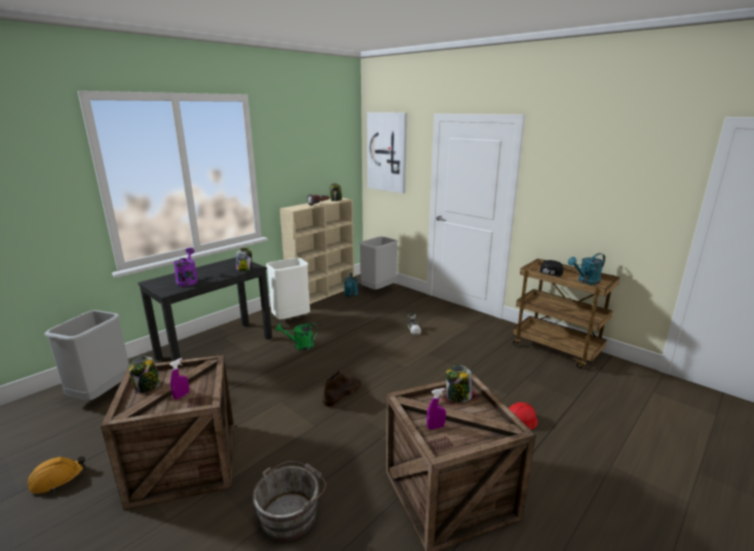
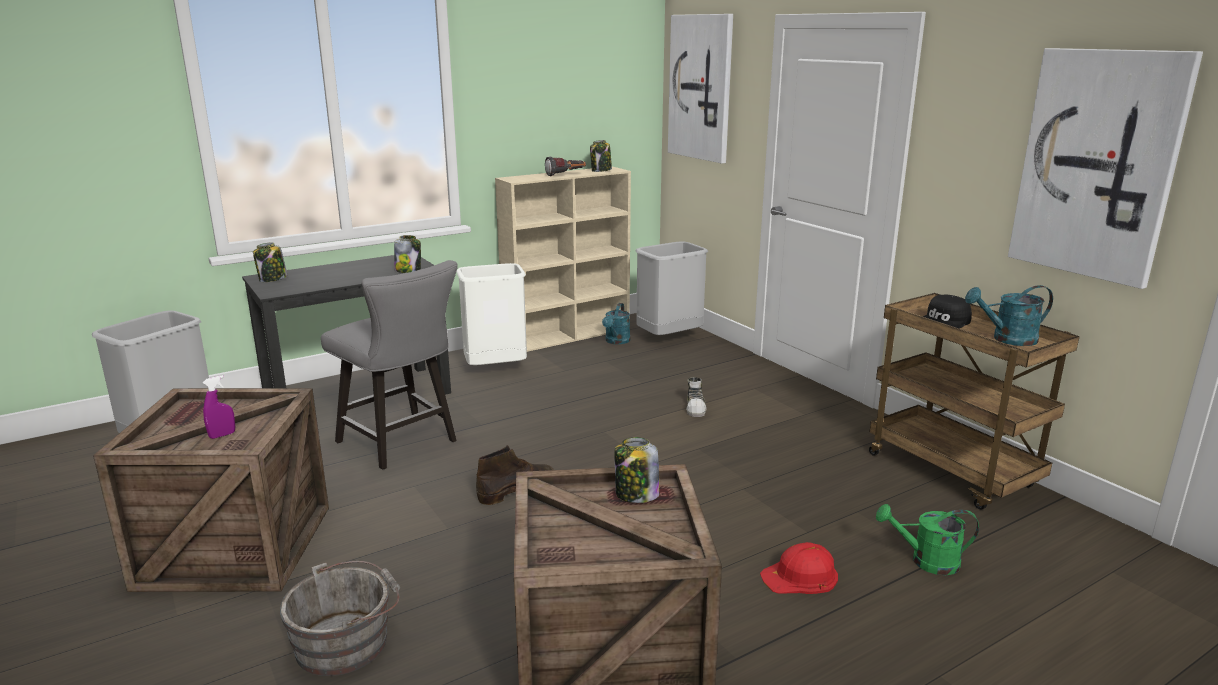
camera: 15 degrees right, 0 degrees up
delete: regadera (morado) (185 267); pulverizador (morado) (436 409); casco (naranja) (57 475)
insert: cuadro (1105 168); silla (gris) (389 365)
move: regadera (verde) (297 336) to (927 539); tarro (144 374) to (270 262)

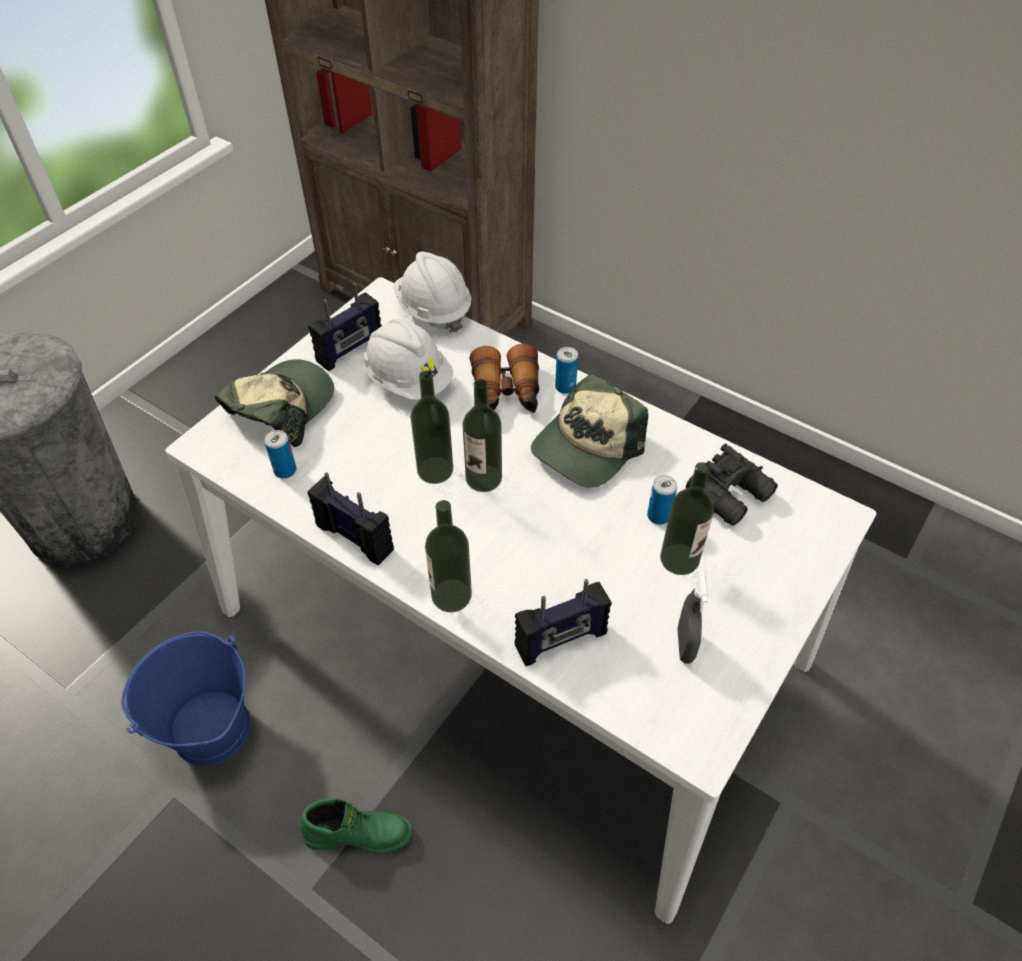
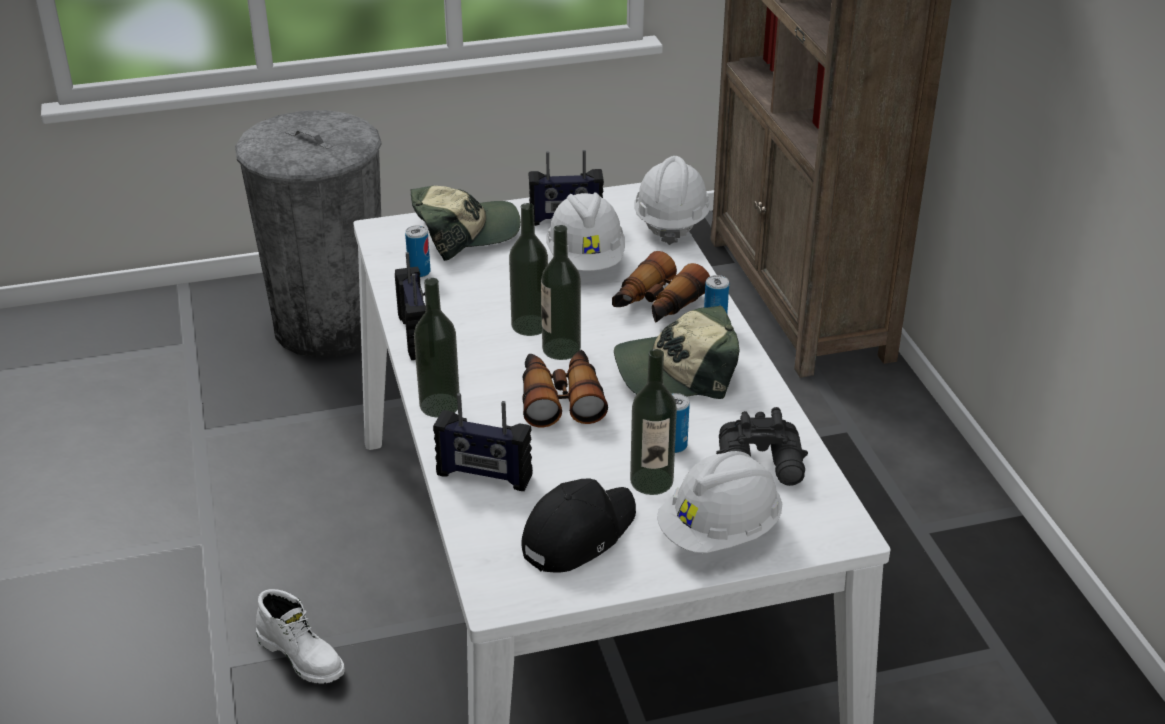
camera: 40 degrees right, 15 degrees down
delete: cubo (azul) (185 698)
insert: prismáticos (565 389); casco (blanco) (719 502)
replace: pulverizador (gris) (693 618) to gorra (negro) (578 525)
recolor: bota (verde) (356 826) to bota (blanco) (300 636)

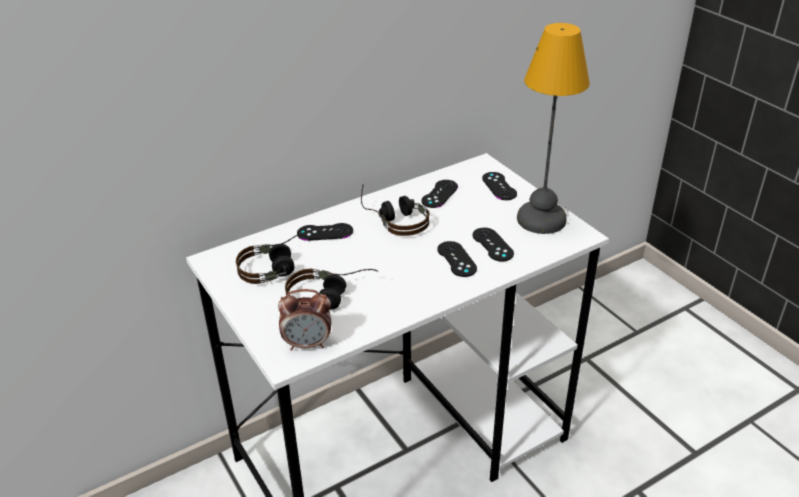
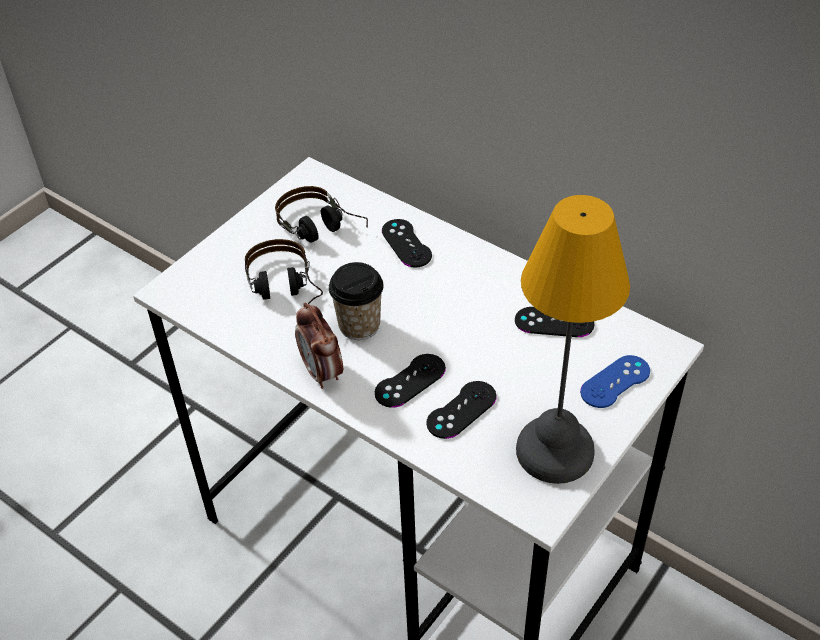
camera: 70 degrees right, 10 degrees up
delete: auriculares (395 210)
insert: taza (356 301)
move: despertador (304 320) to (319 346)
recolor: mando de consola (negro) (499 186) to mando de consola (azul) (615 381)

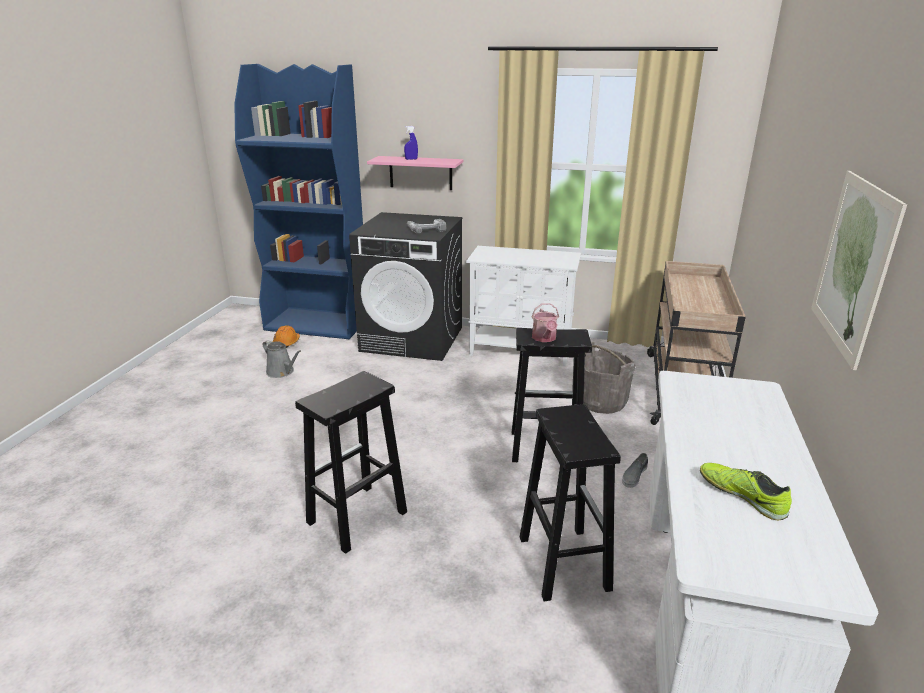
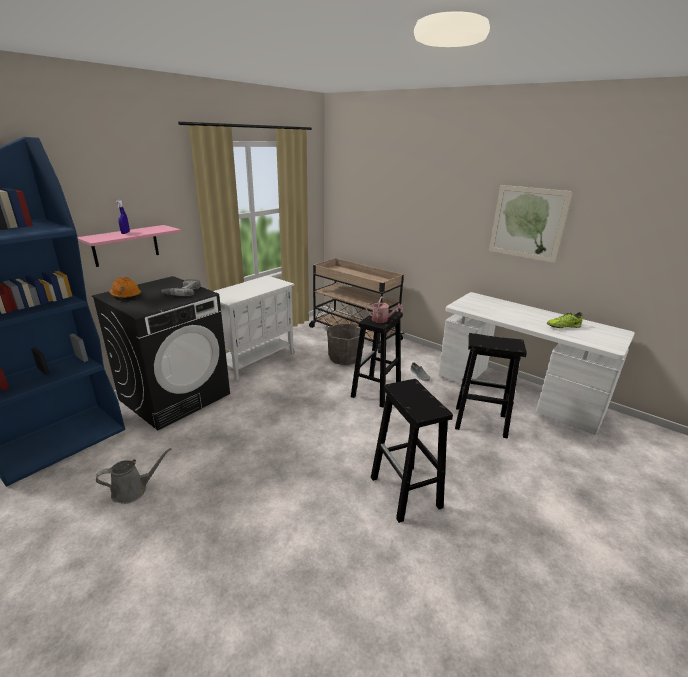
camera: 65 degrees left, 0 degrees up
move: casco (naranja) (286 336) to (125 288)

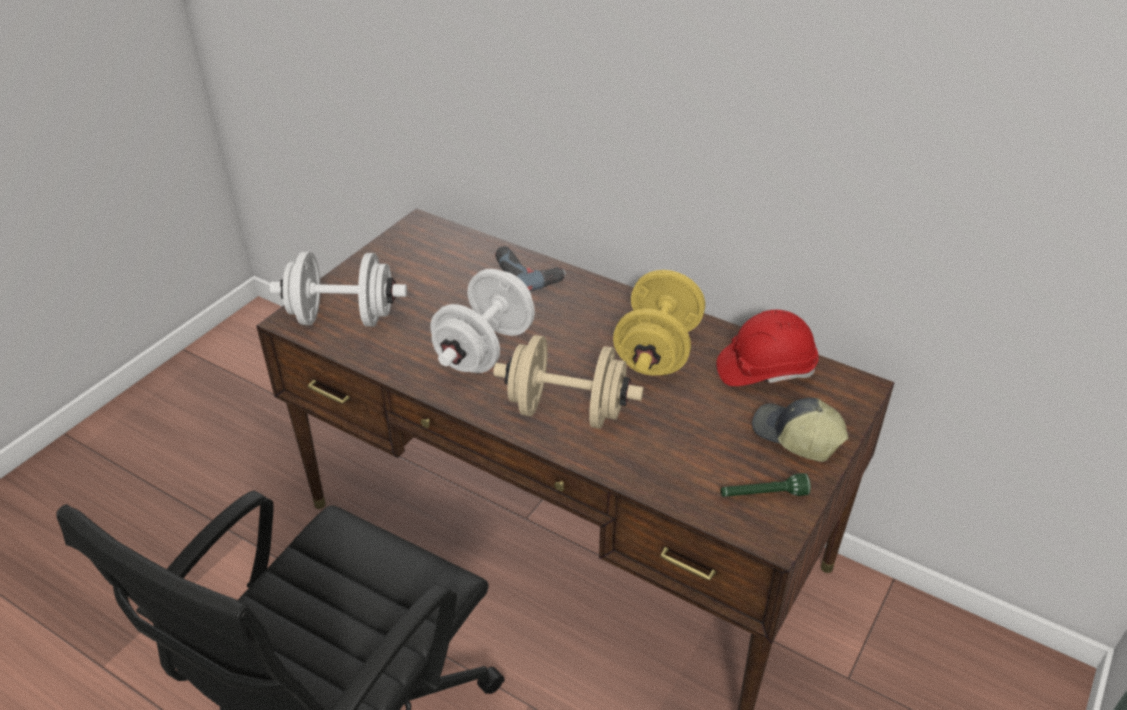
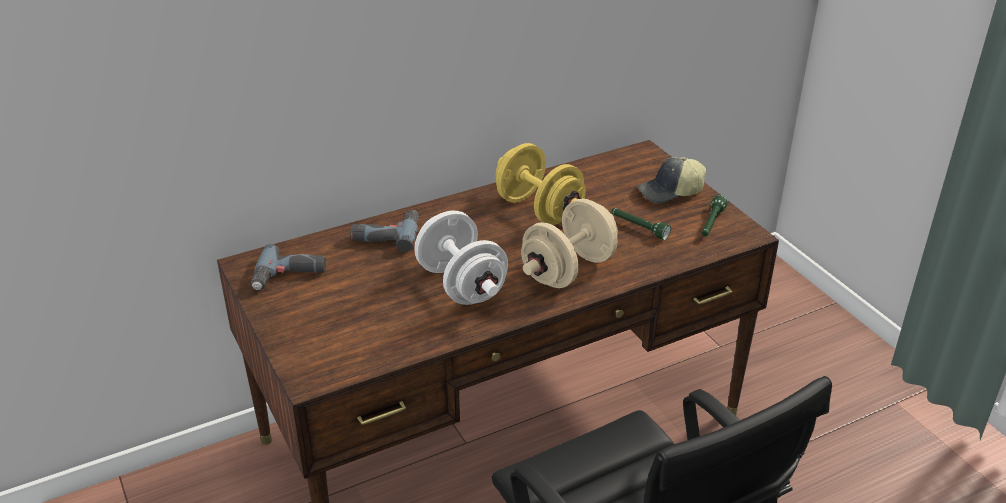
camera: 60 degrees left, 5 degrees down
delete: mancuerna (blanco) (338 289); casco (rojo) (767 348)
insert: linterna (verde) (641 224); taladro (288 267)

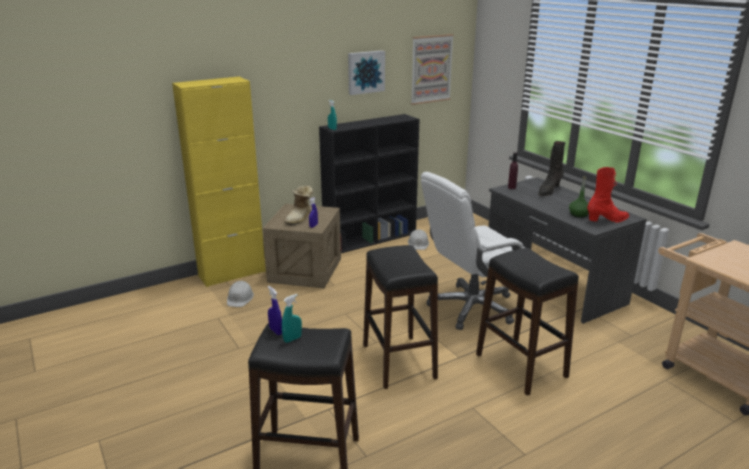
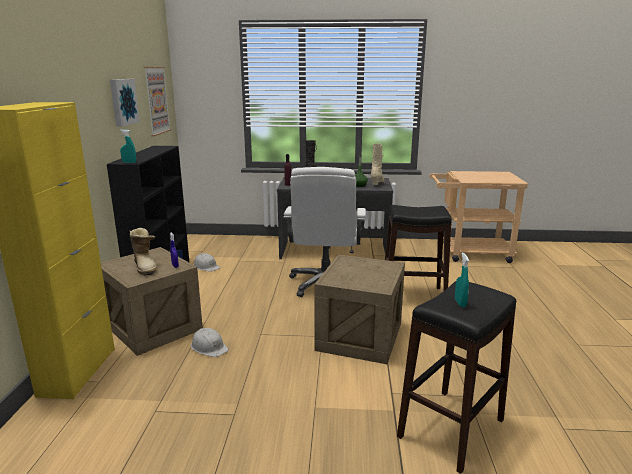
camera: 55 degrees left, 5 degrees down
delete: pulverizador (azul) (275 310)
move: casco (blanco) (240 294) to (210 342)
replace: taburete (negro) (400 317) to caja de embalaje (359 309)
recolor: bota (rojo) (608 195) to bota (beis) (377 164)

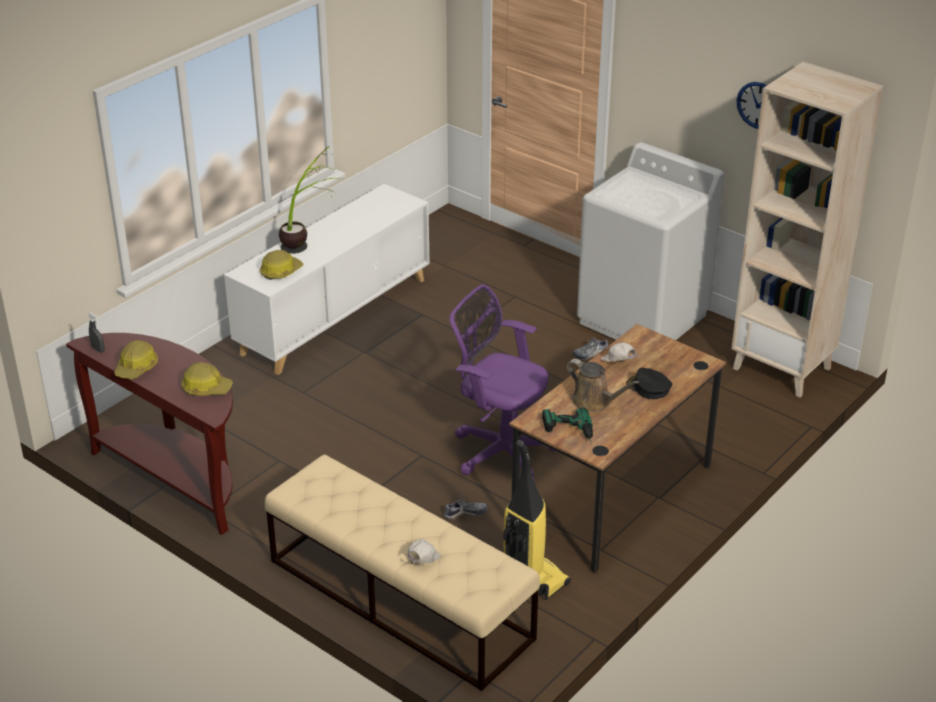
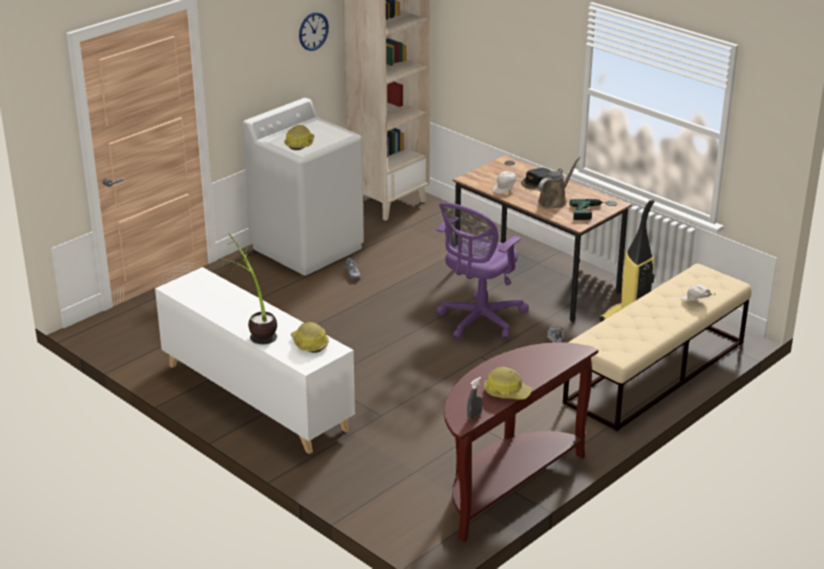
camera: 85 degrees left, 5 degrees down
move: casco (207 379) to (299 137)

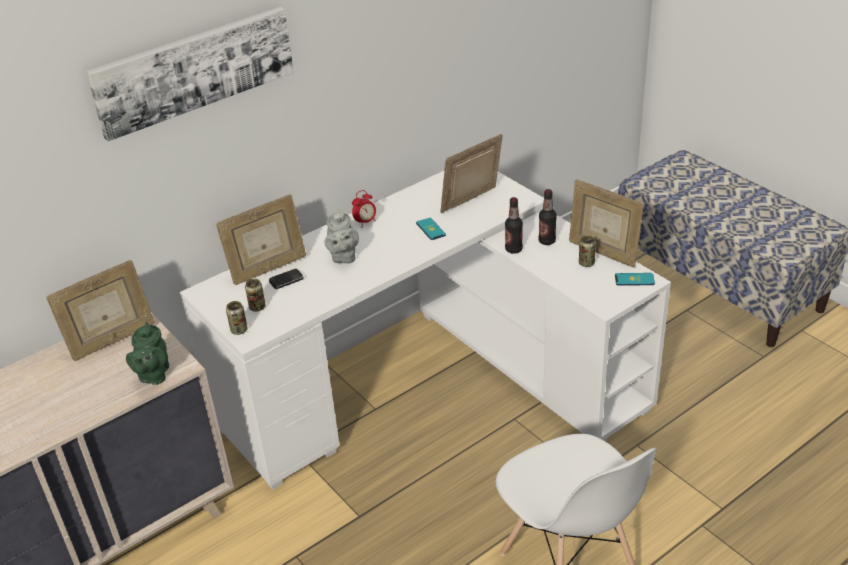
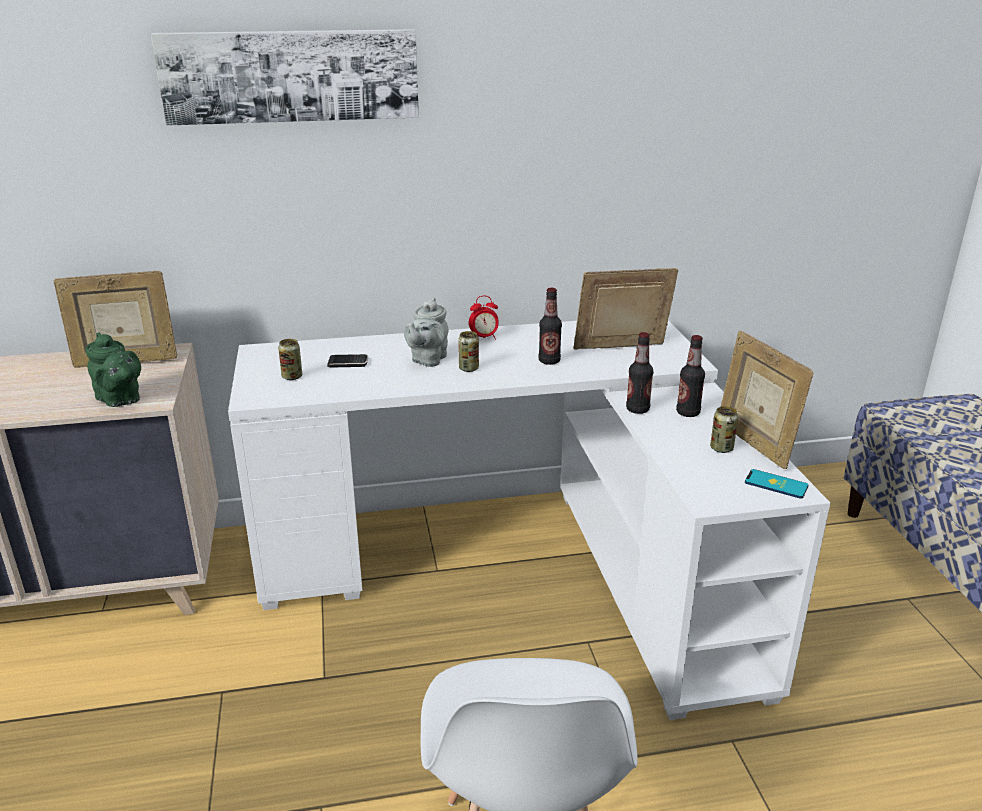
camera: 25 degrees right, 10 degrees down
delete: portarretratos (261 239)
move: lata (237 318) to (468 351)
replace: móvil (431 229) to botella (550 326)
rotate: tetera (verde) (147 353) = (113 369) 75 degrees counterclockwise

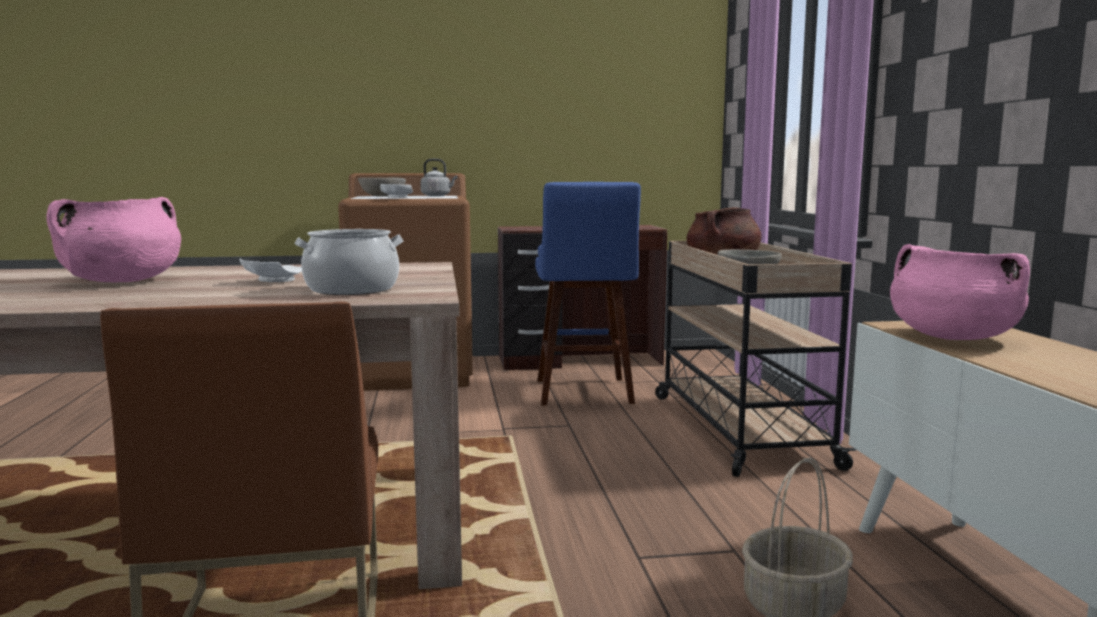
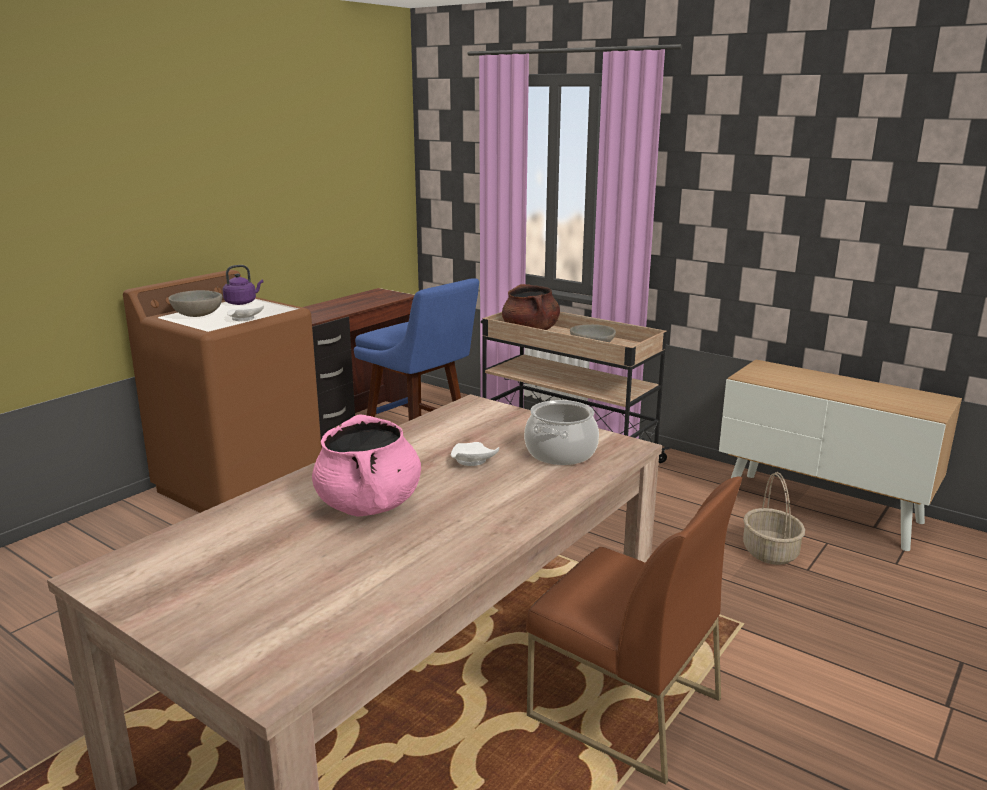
camera: 45 degrees left, 10 degrees up
delete: olla (rosa) (960 292)
recolor: hervidor (gris) (438 177) to hervidor (morado) (243 285)

